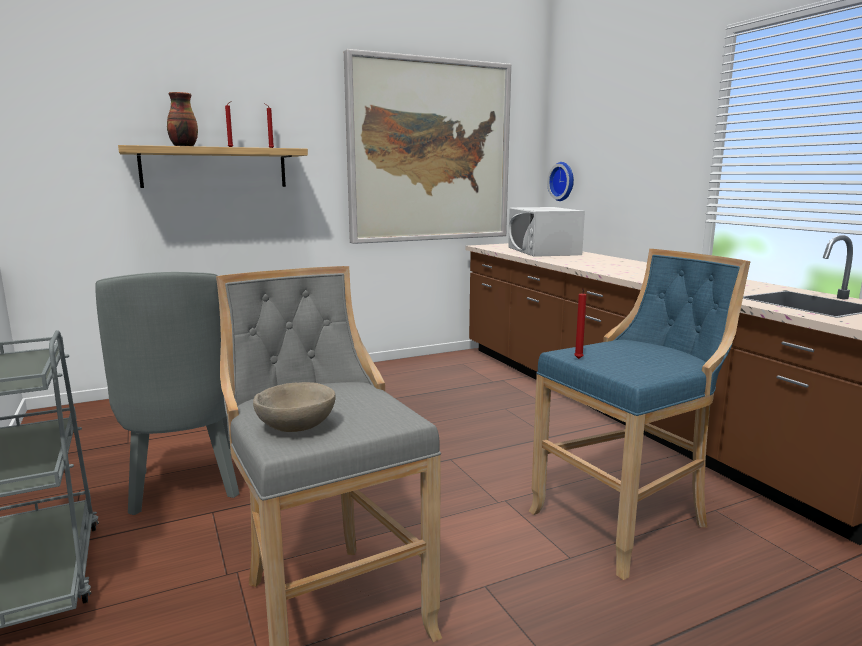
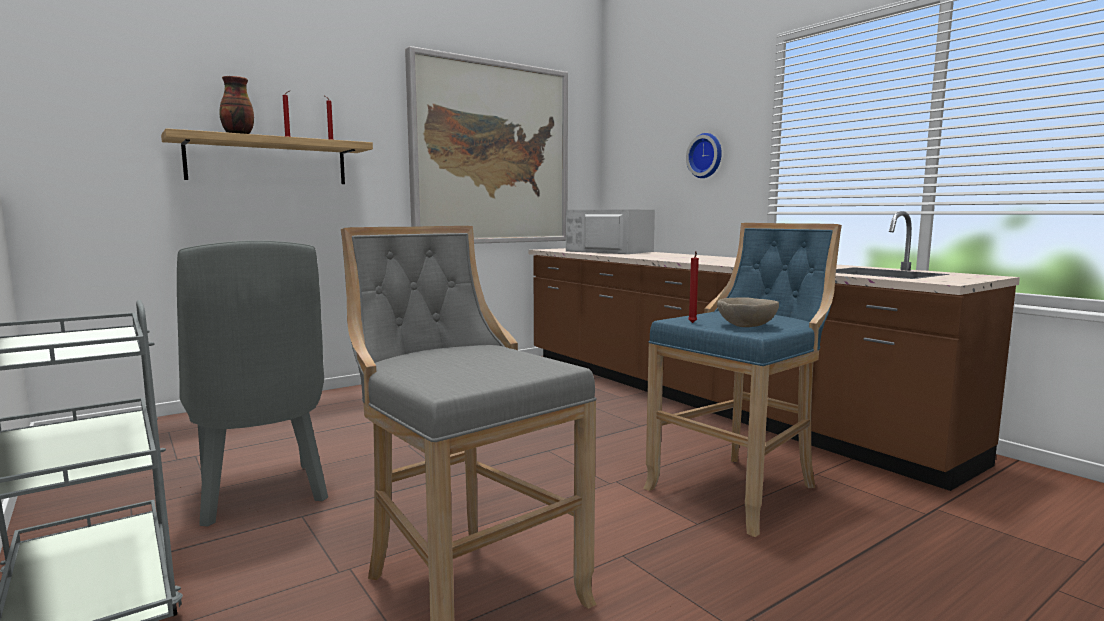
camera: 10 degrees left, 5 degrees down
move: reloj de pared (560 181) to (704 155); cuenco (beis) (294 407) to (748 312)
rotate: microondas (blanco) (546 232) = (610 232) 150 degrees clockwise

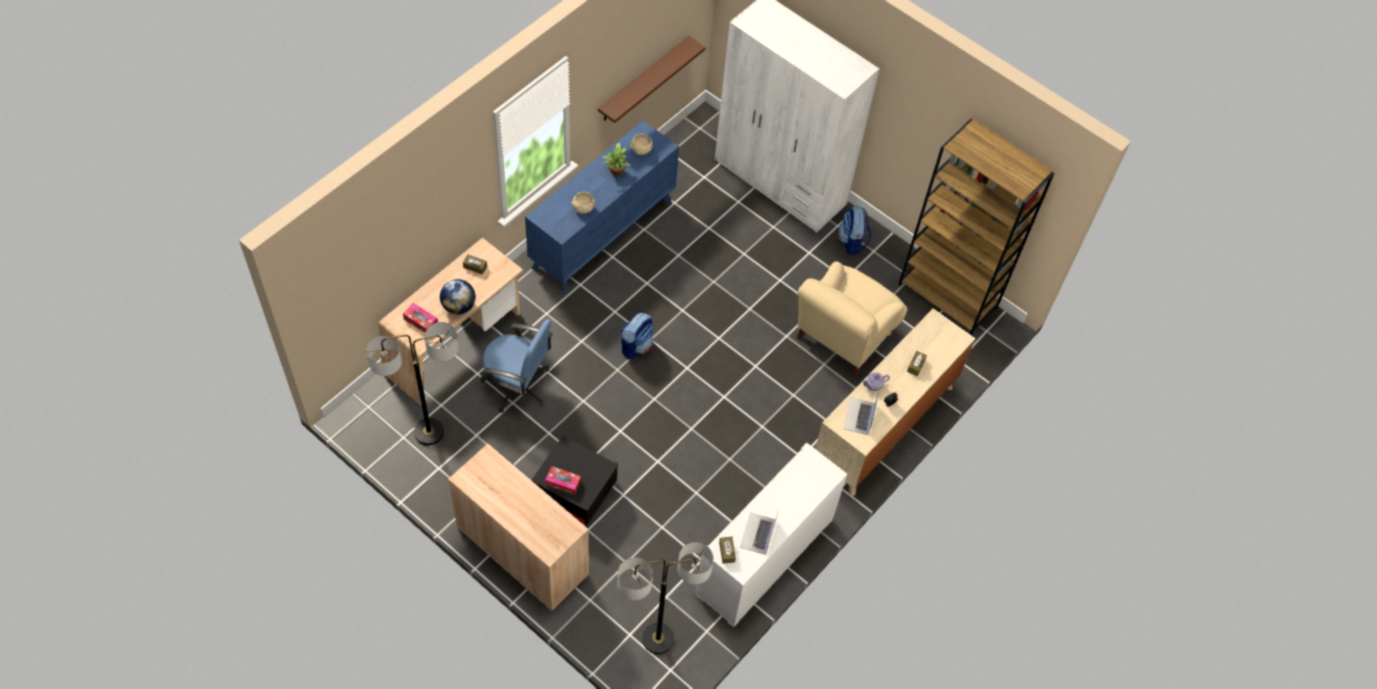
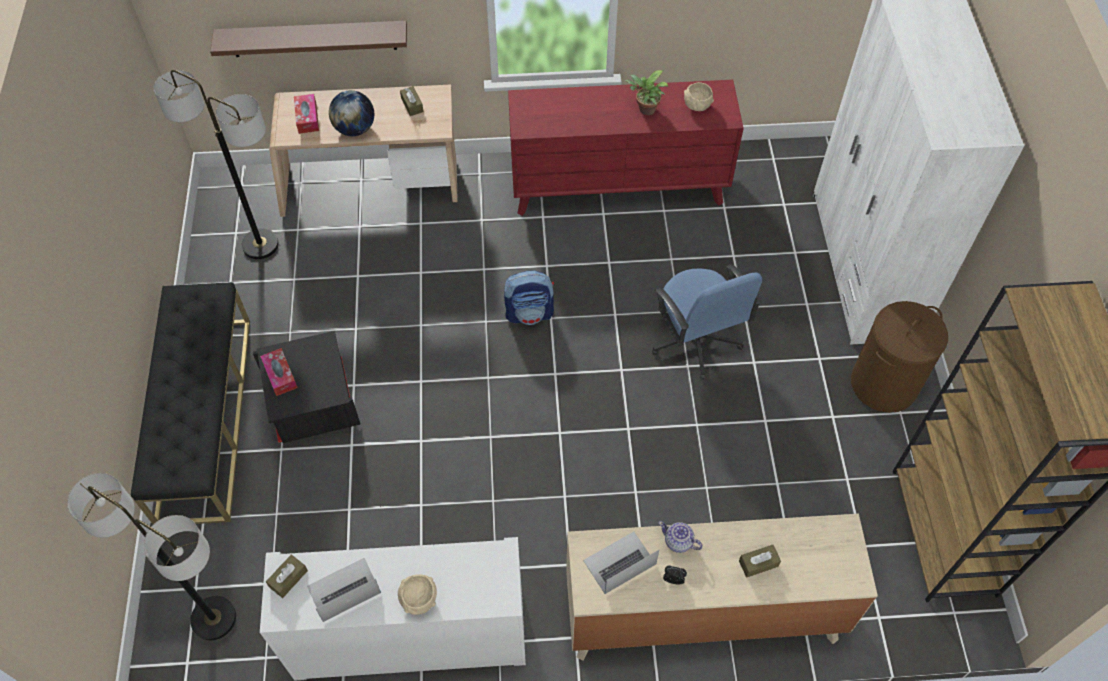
camera: 50 degrees right, 0 degrees up
delete: sillón (beis) (852 319)
move: estante (marrón) (652 79) to (308 38); cuenco (beis) (583 202) to (417 594); silla de oficina (azul) (517 366) to (707 321)
replace: mochila (854 230) to cesto de la ropa (marrón) (899 357); armario (beis) (518 527) to banco (negro) (190 403)
recolor: cómoda (azul) (602 207) to cómoda (rojo) (626 148)

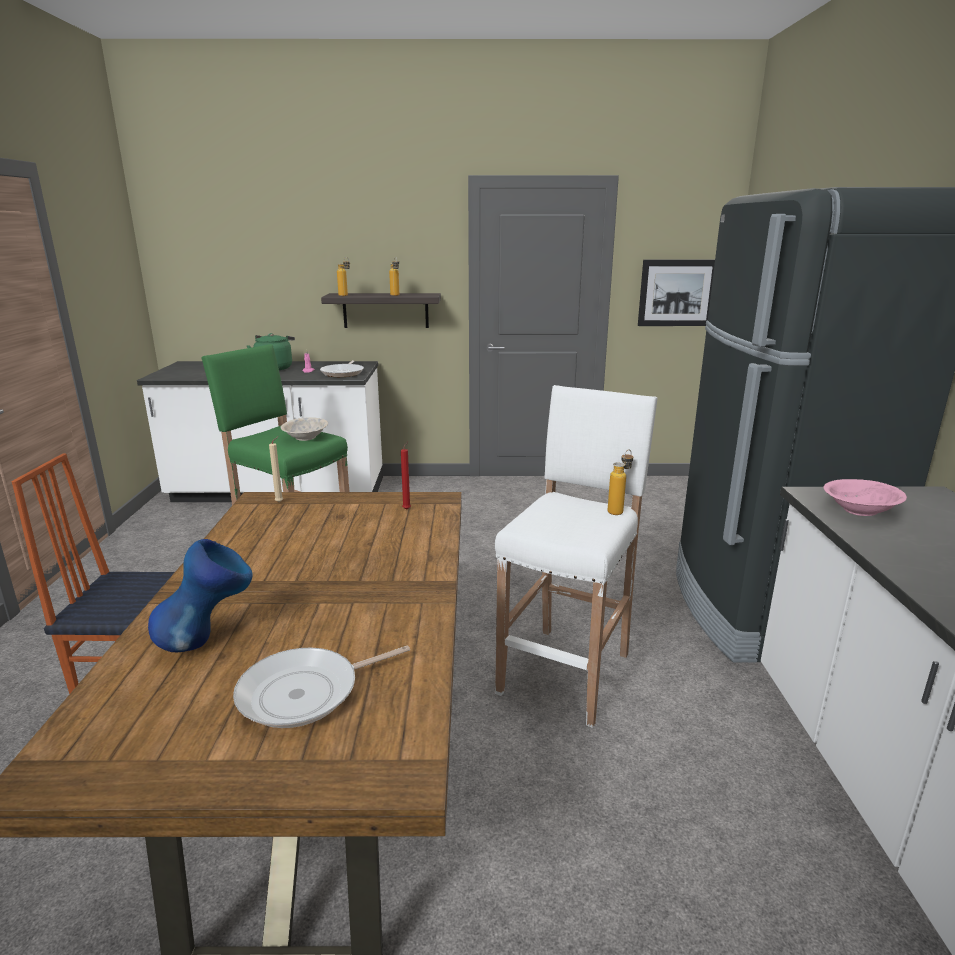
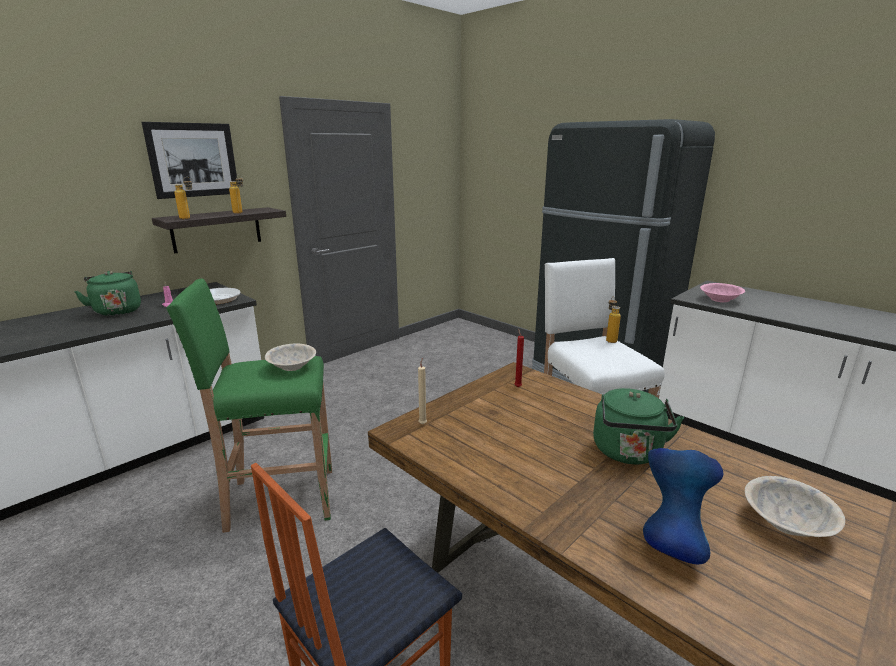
camera: 45 degrees left, 0 degrees up
insert: hervidor (verde) (638 426)
move: cuadro (676 293) to (189 160)
replace: sartén (321 686) to cuenco (beis) (795 506)

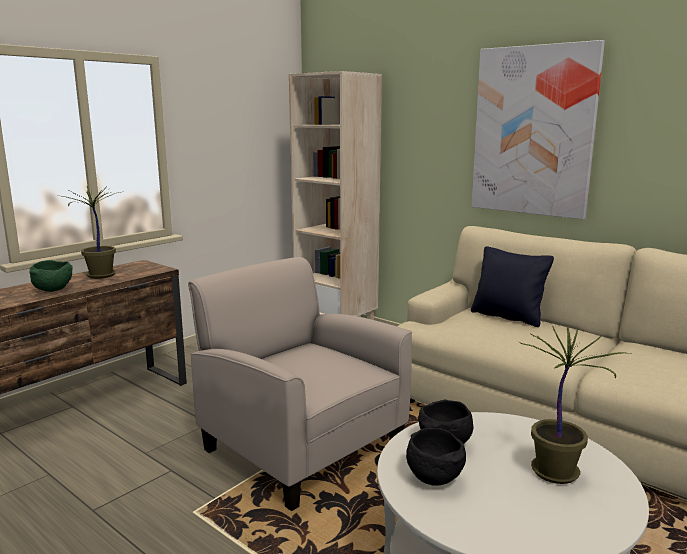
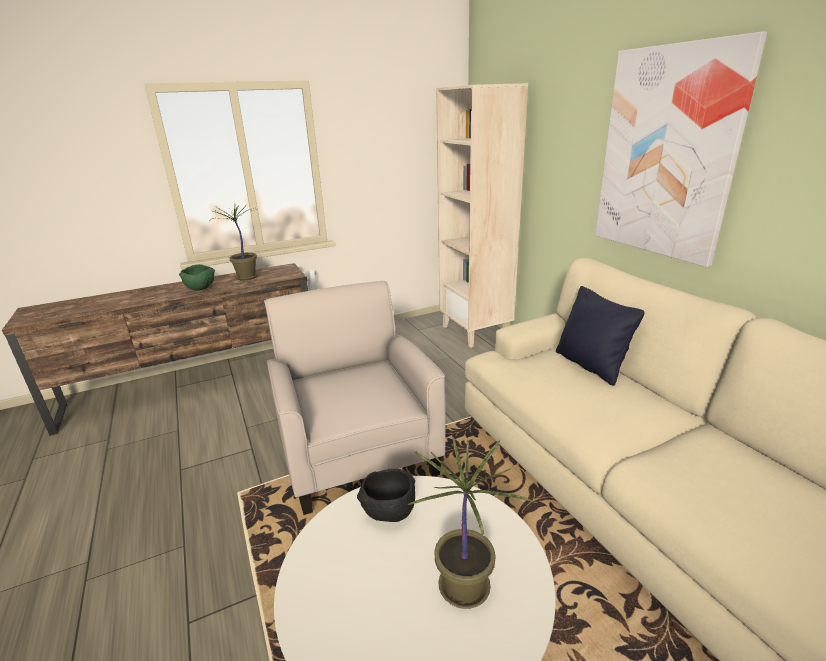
camera: 25 degrees right, 10 degrees up
delete: cuenco (negro) (436 456)

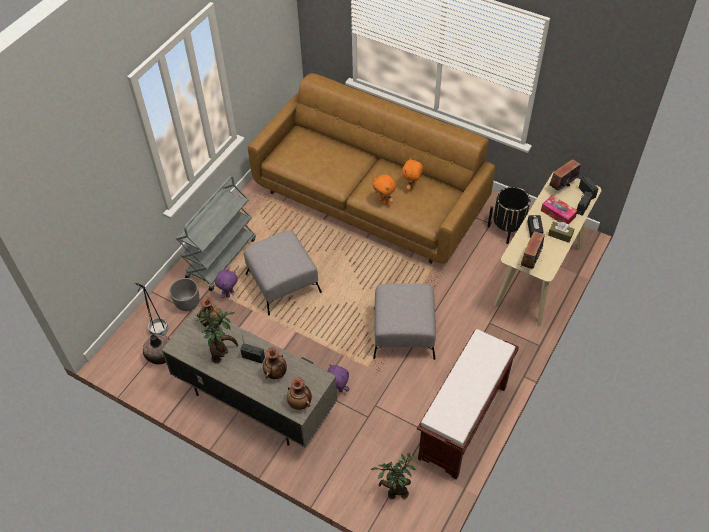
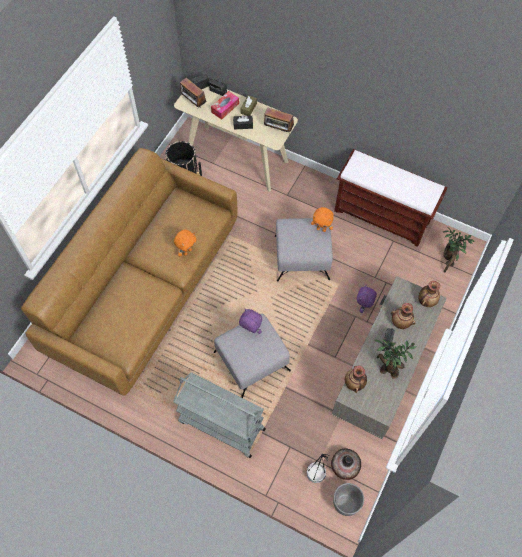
camera: 95 degrees left, 10 degrees up
move: peluche (naranja) (412 174) to (322 219); peluche (morado) (226 283) to (250 321); maceta (gris) (184 294) to (348 499)

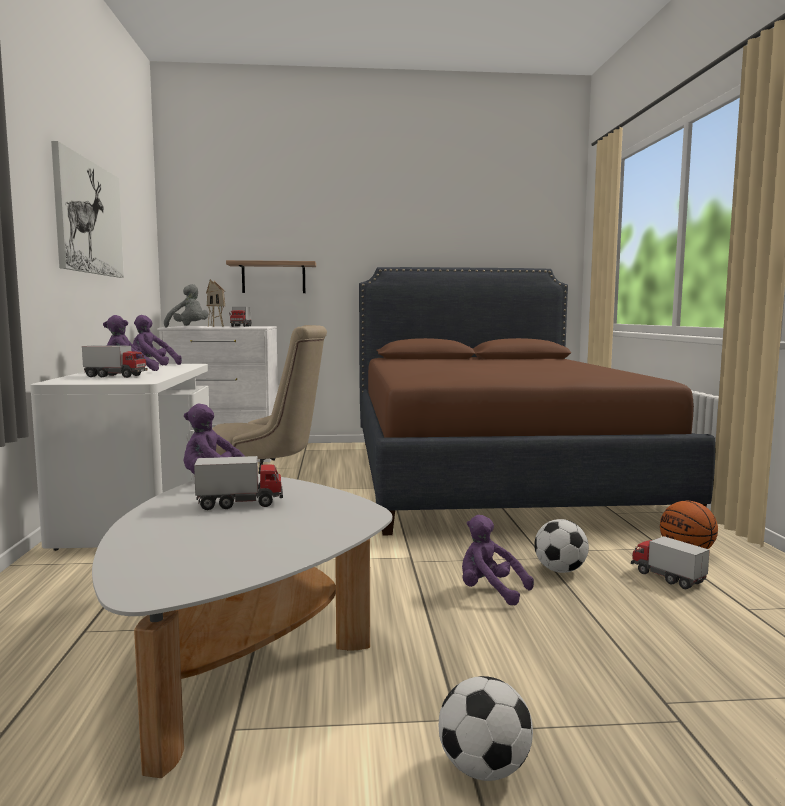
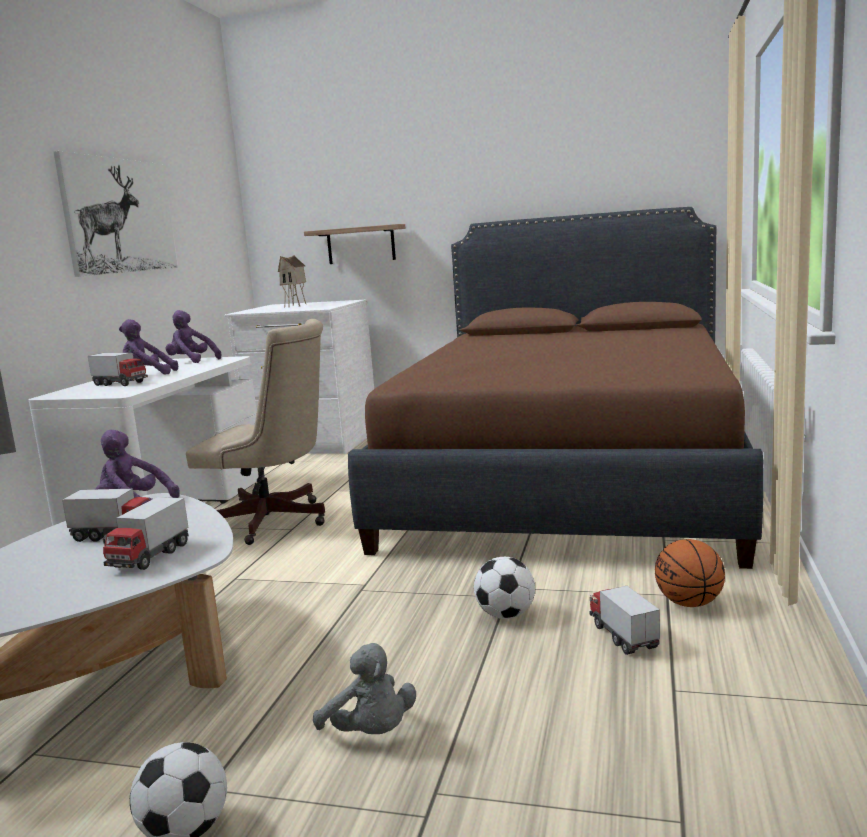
camera: 20 degrees right, 5 degrees up
delete: peluche (morado) (498 560)
move: peluche (gris) (186 306) to (364 688); camión de juguete (240 317) to (146 533)

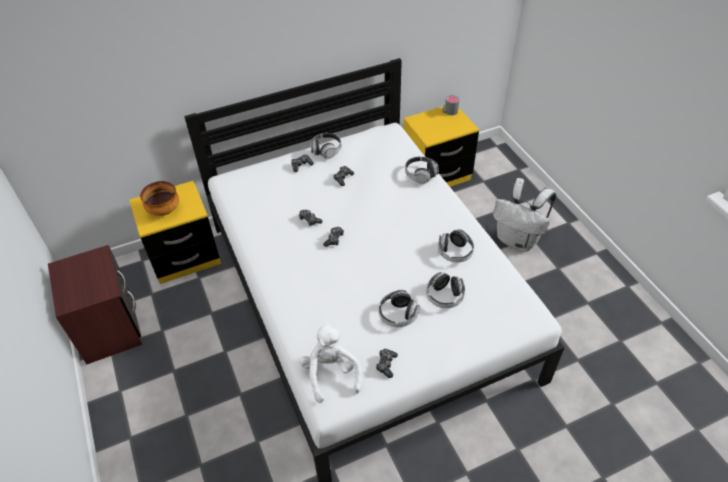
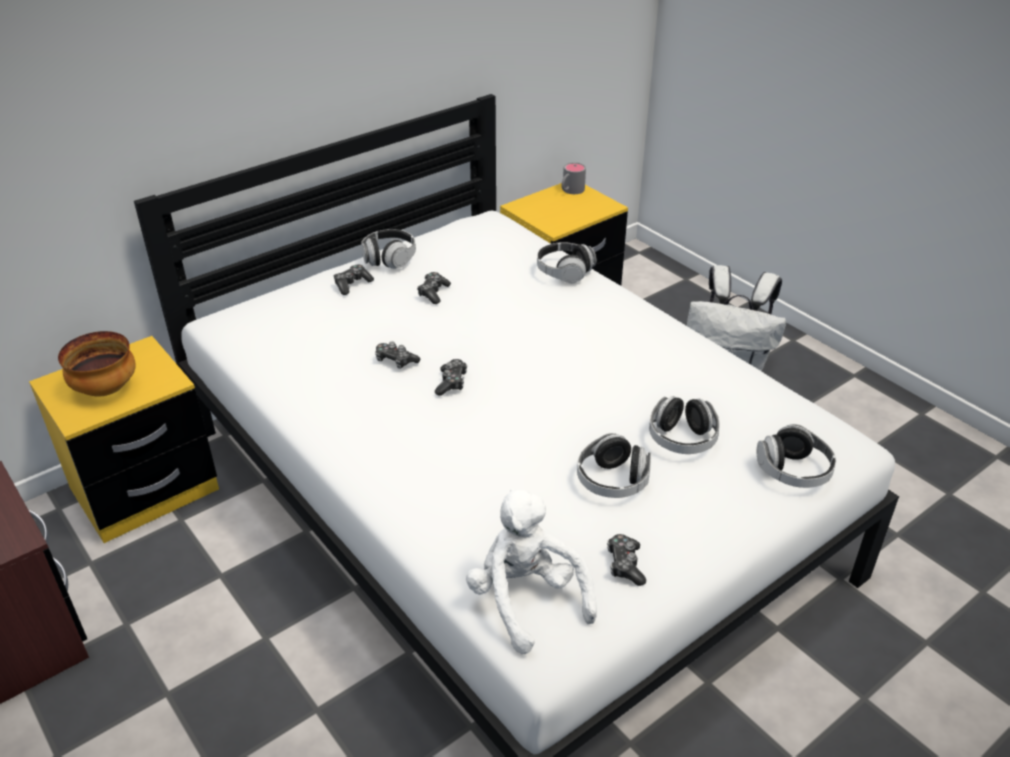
camera: 15 degrees left, 10 degrees down
move: auriculares (456 245) to (796 456)

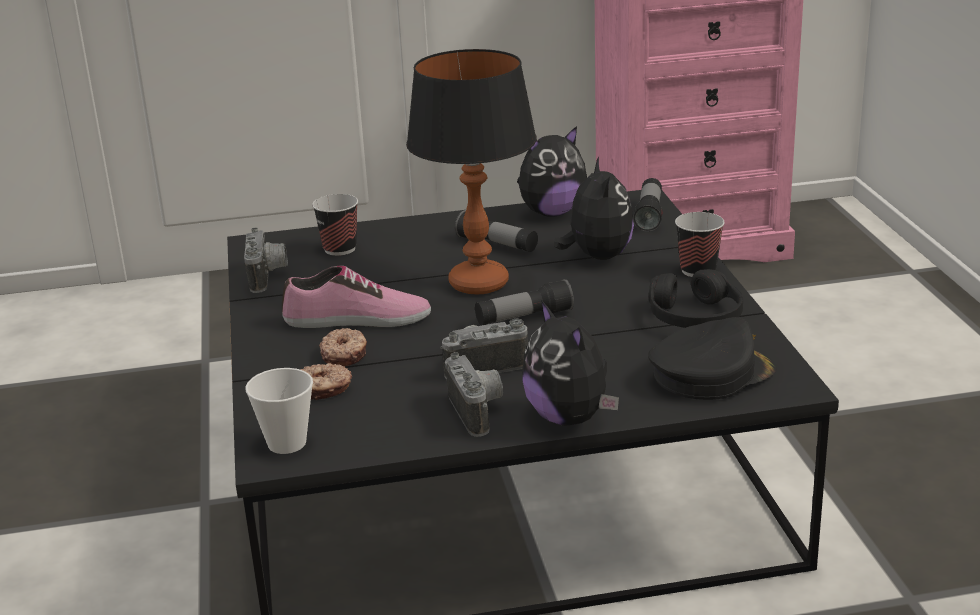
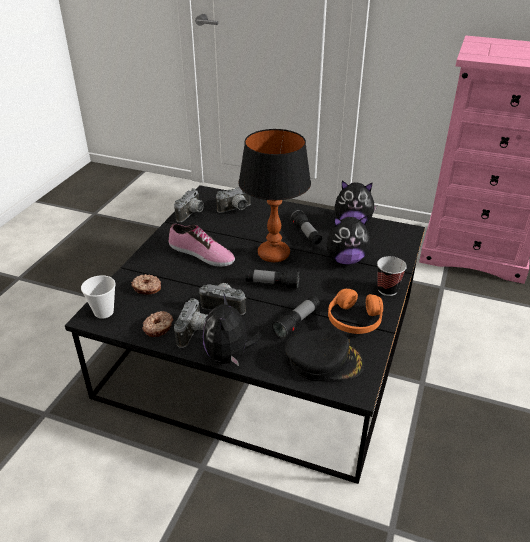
camera: 30 degrees right, 10 degrees up
move: linterna (647 205) to (296 317); rosquilla (343 347) to (157 324)
replace: taza (335 225) to cámara (233 200)
recolor: auriculares (negro) (696 298) to auriculares (naranja) (355 311)
rotate: peluche (594 208) = (348 240) 60 degrees clockwise

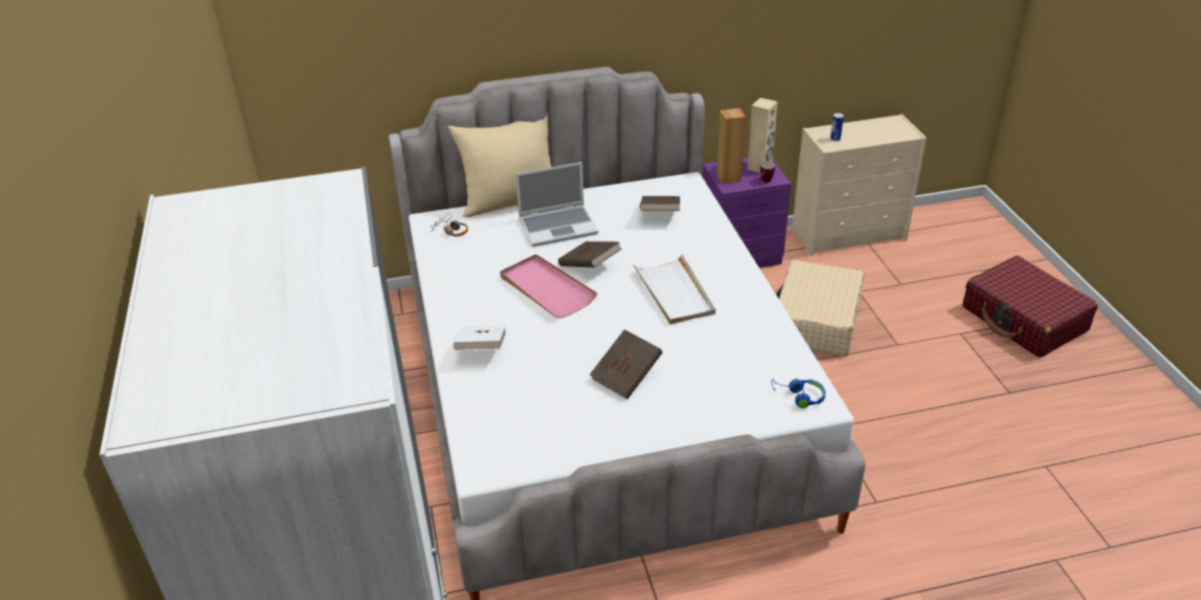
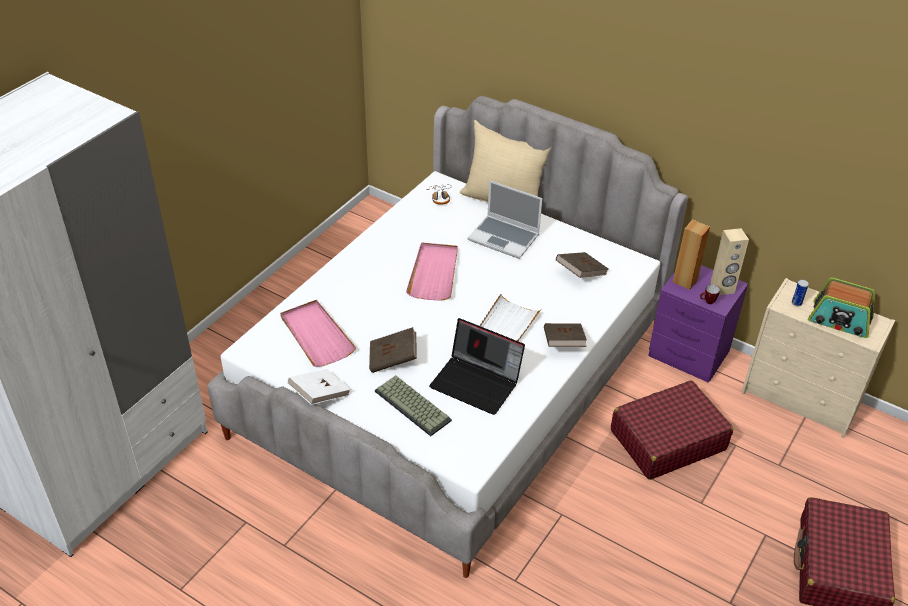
camera: 45 degrees right, 5 degrees up
delete: auriculares (azul) (799 393)
insert: radio (841 307); bandeja (rosa) (318 333); portátil (477 366); teclado (413 405)
move: libro (marrón) (590 254) to (565 335); libro (blanco) (479 338) to (319 387)
recolor: maleta (beis) (820 308) to maleta (rojo) (672 430)

